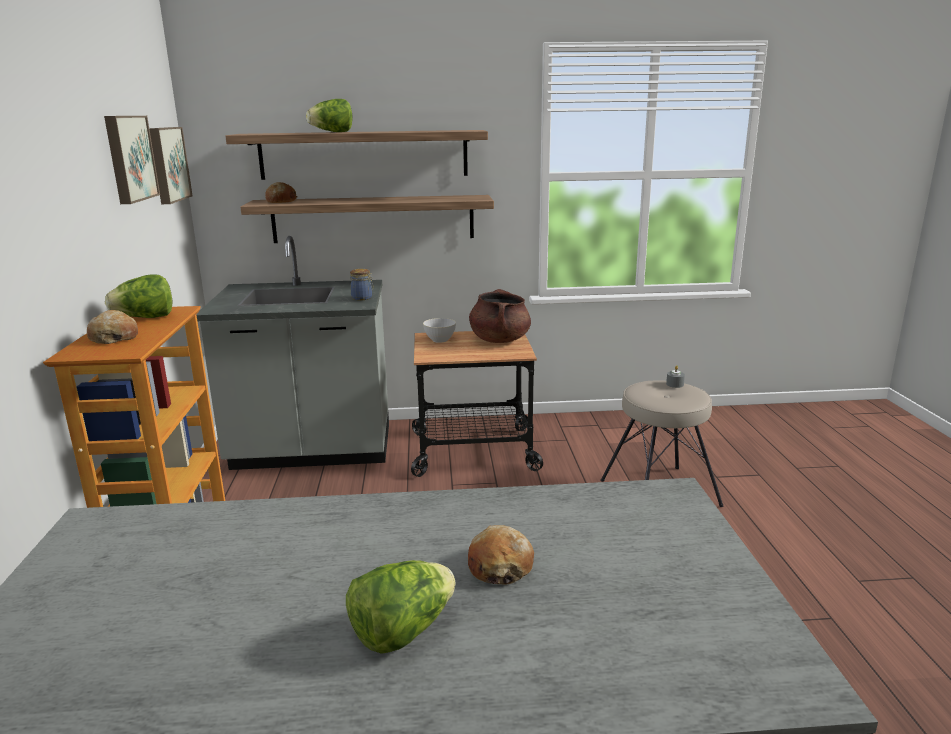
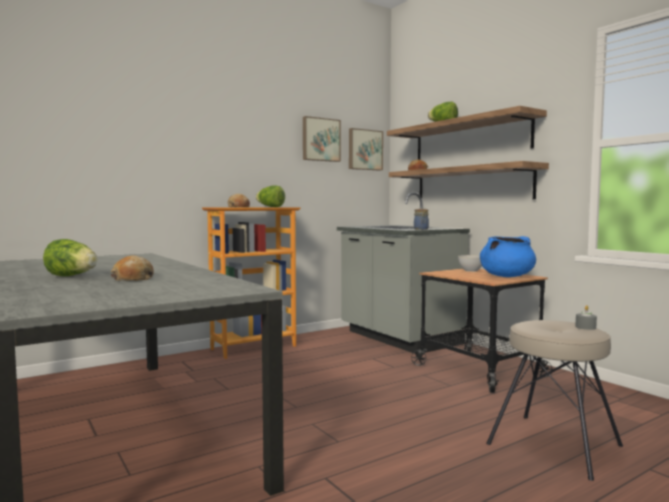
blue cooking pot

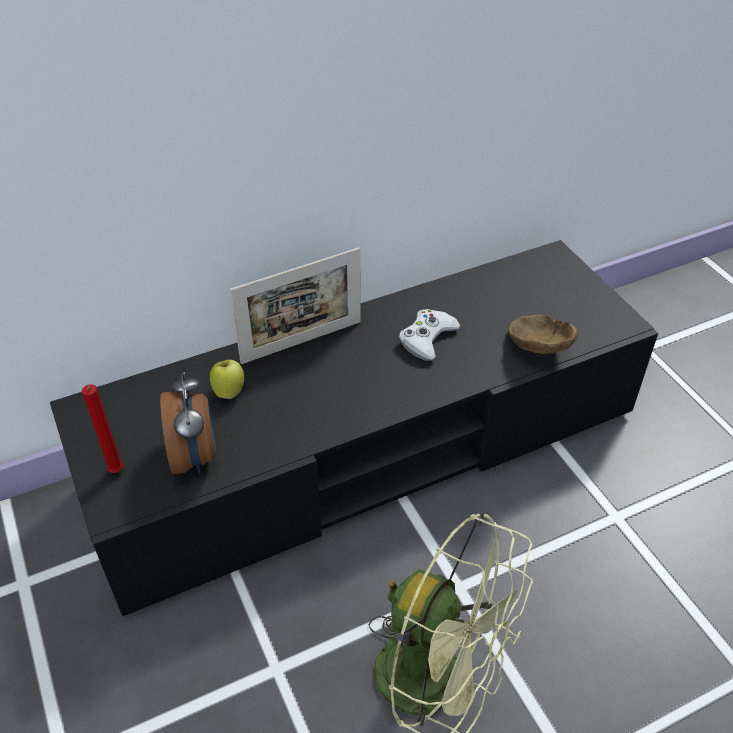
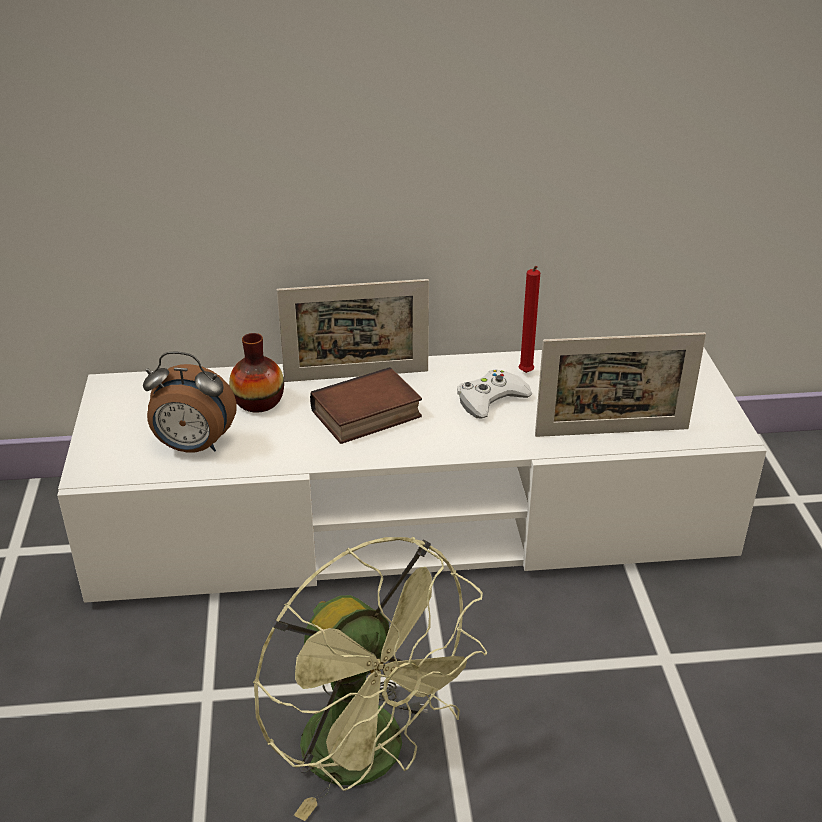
white tv stand
alarm clock
vase
book
red candle
picture frame (no. 2 from left)

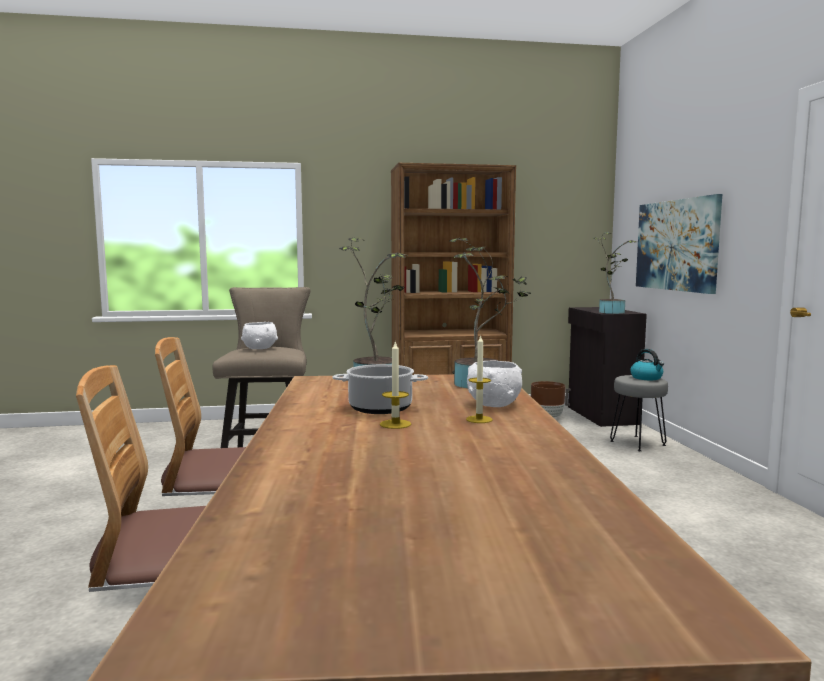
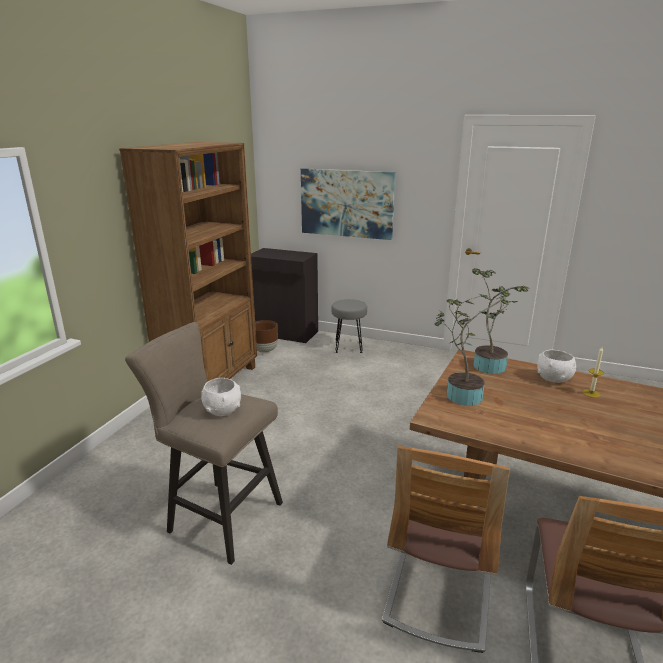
cooking pot
candle (no. 1 from left in the first image)
potted plant (no. 3 from left in the first image)
kettle

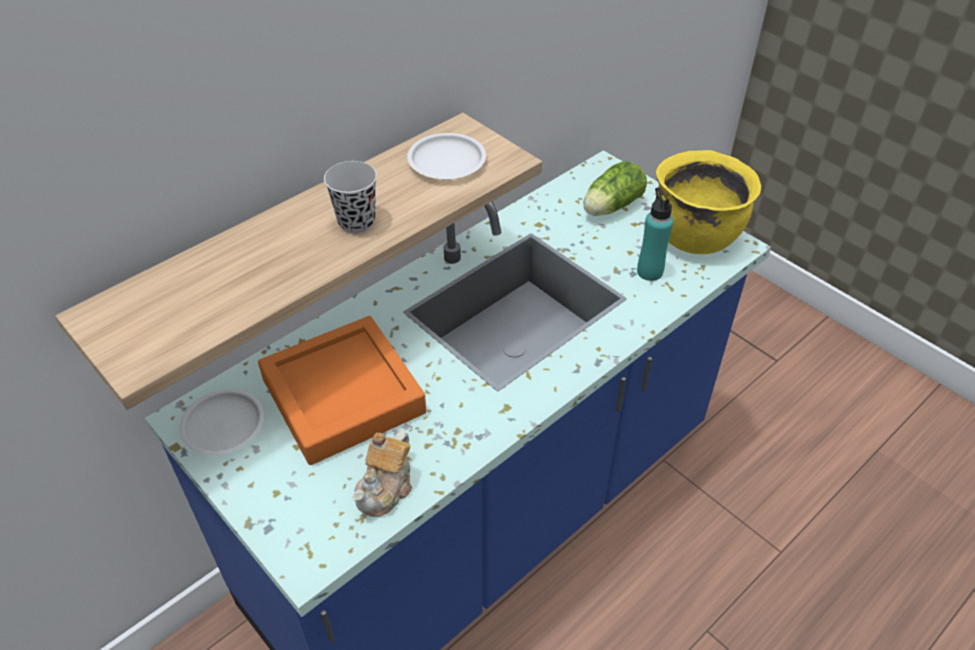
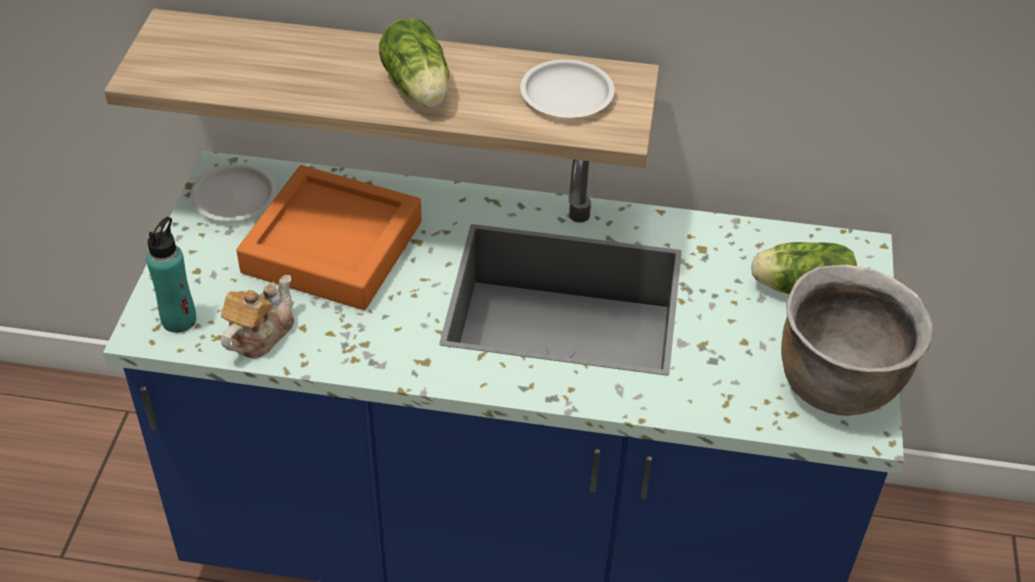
turquoise bottle
teapot
lettuce (no. 1 from left)
brown cooking pot

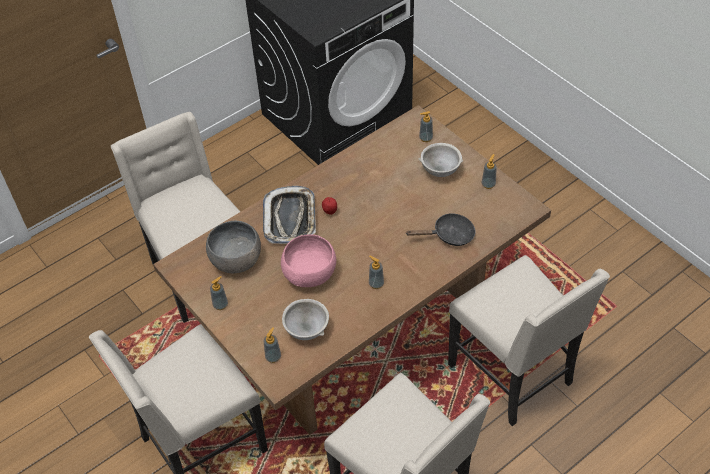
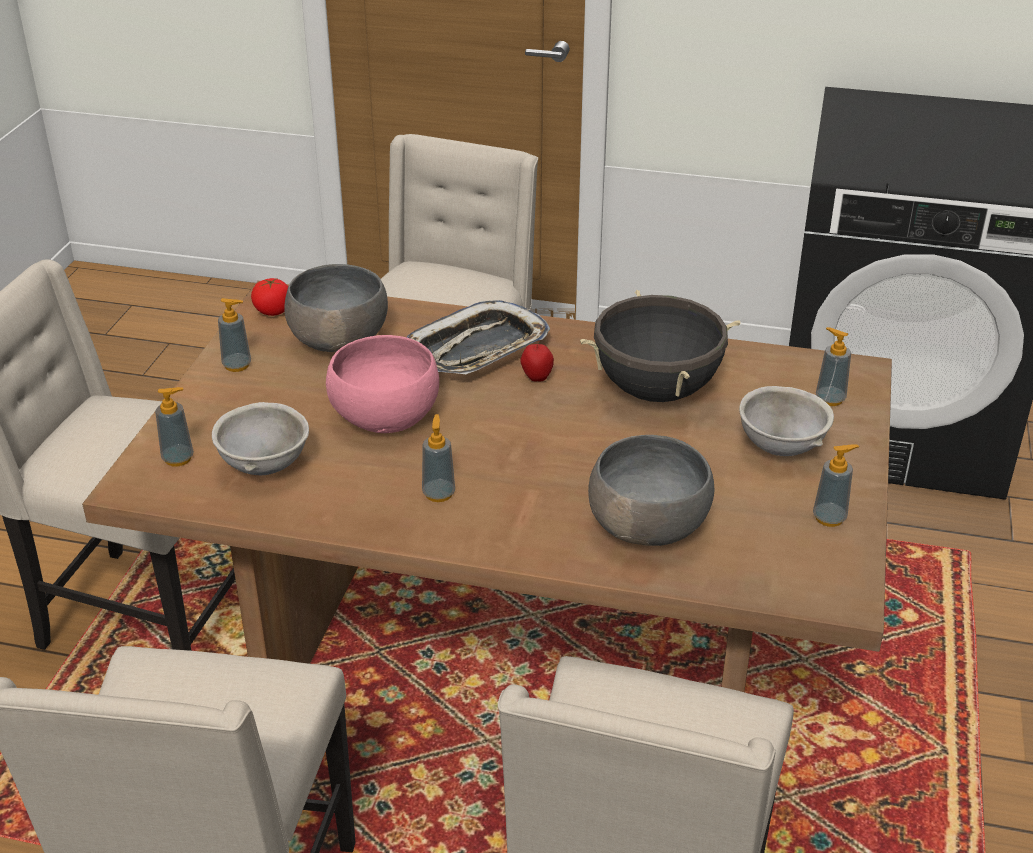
tomato
black cooking pot
grey bowl (no. 3 from left)

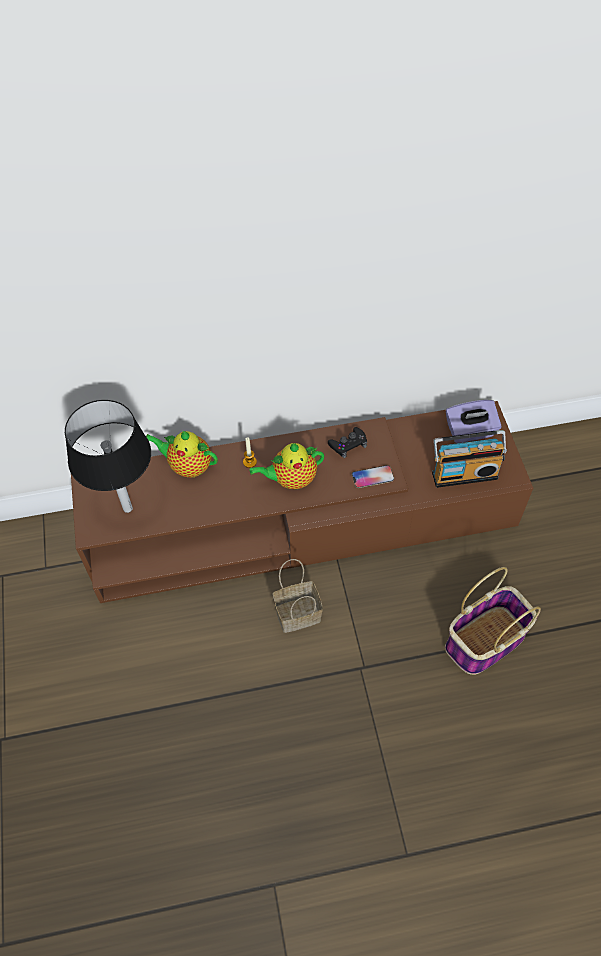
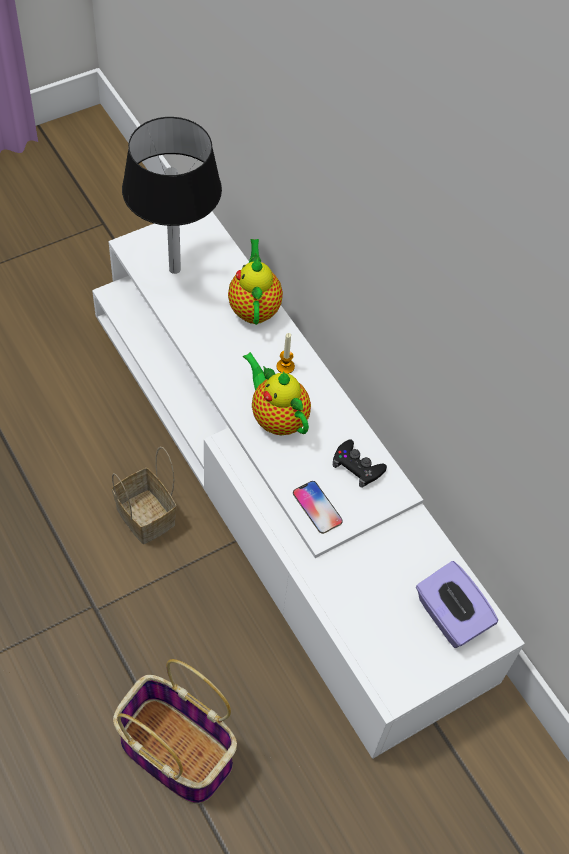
white tv stand
radio

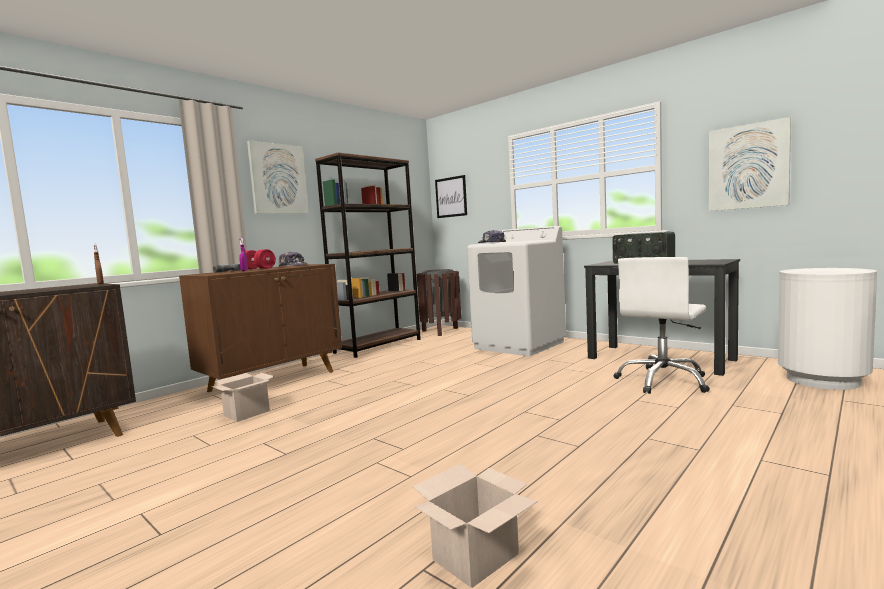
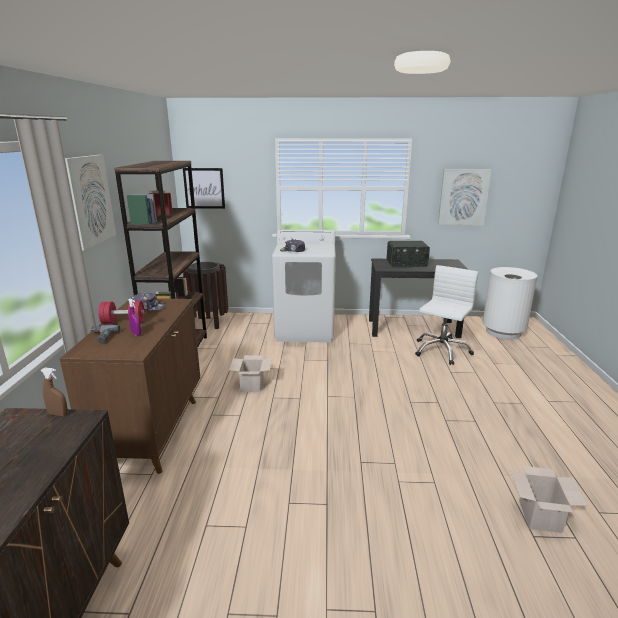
cardboard box (no. 1 from left)
white office chair

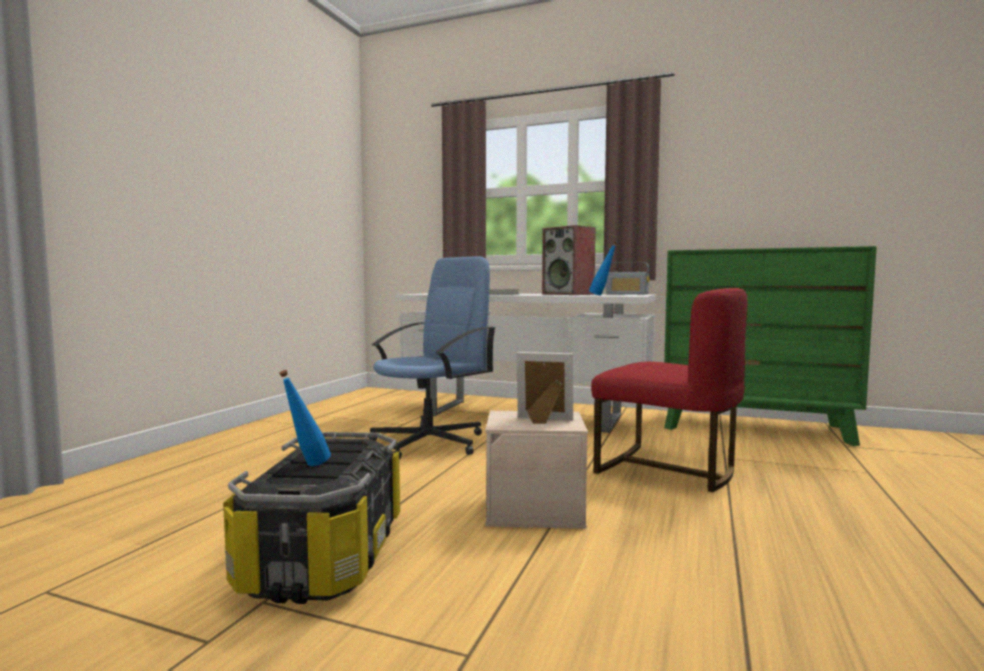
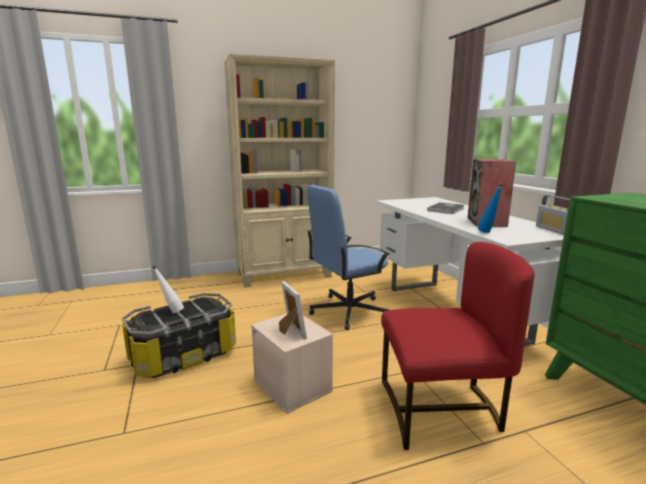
white bottle
beige bookcase
blue office chair
red chair

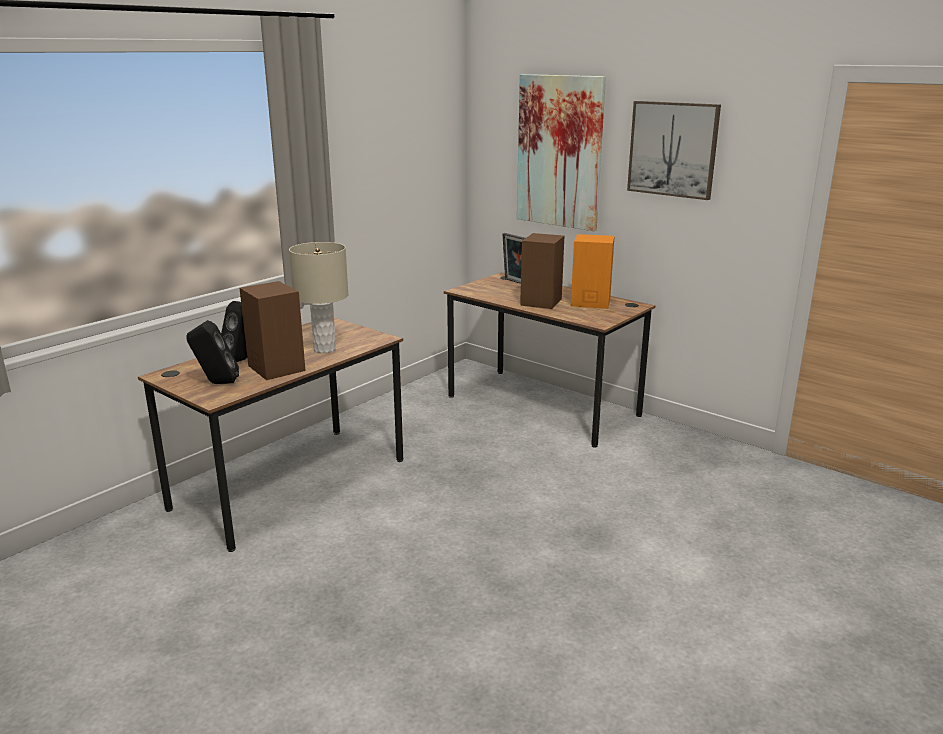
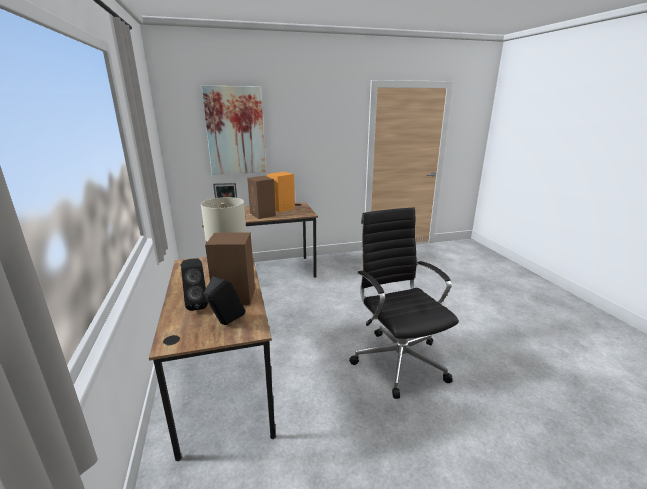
black office chair
picture (no. 2 from left in the first image)

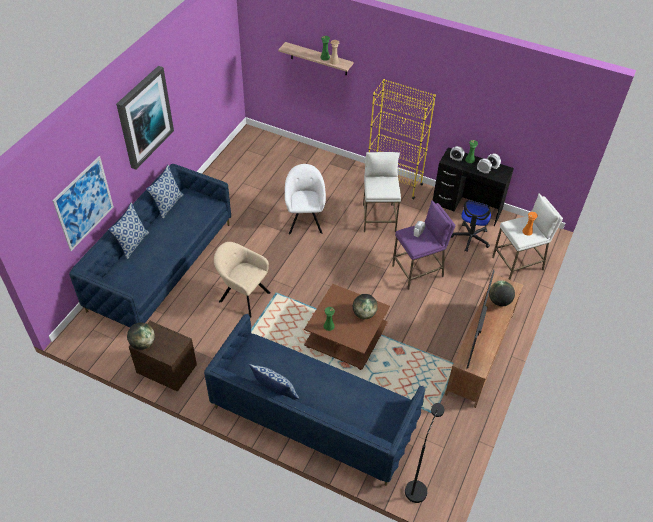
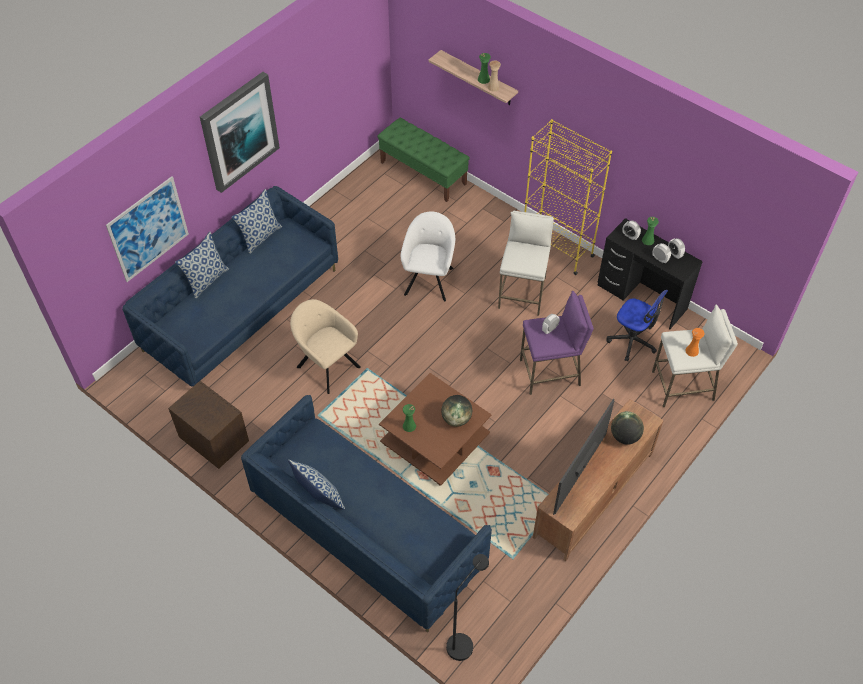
green bench
office chair
globe (no. 1 from left in the first image)

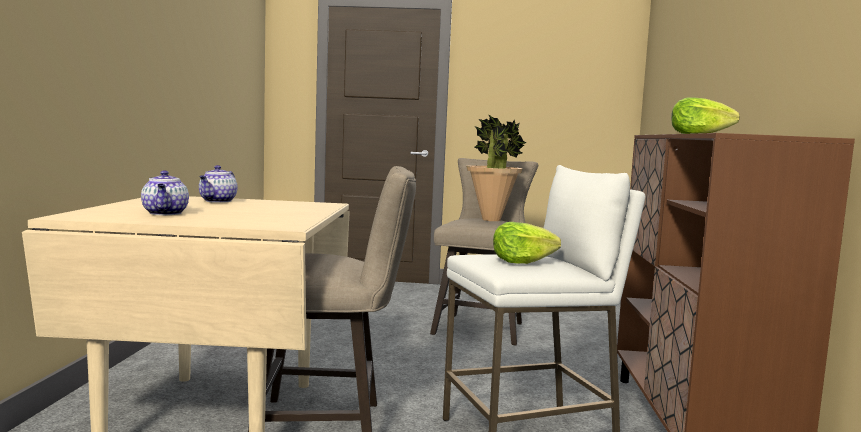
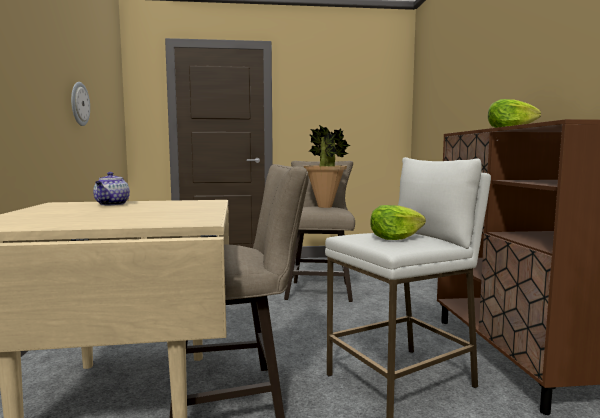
wall clock
teapot (no. 1 from left in the first image)

